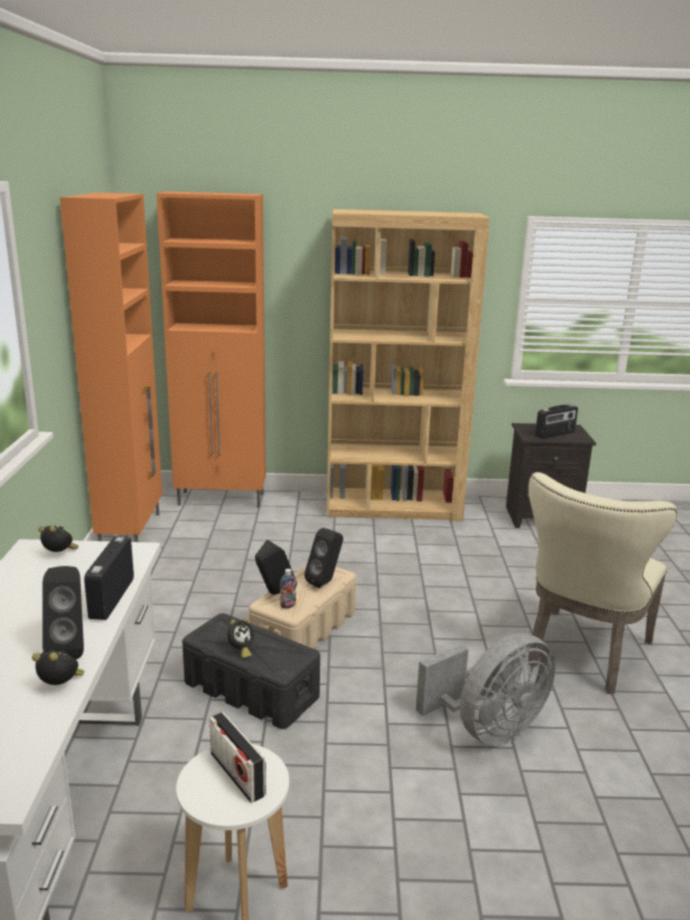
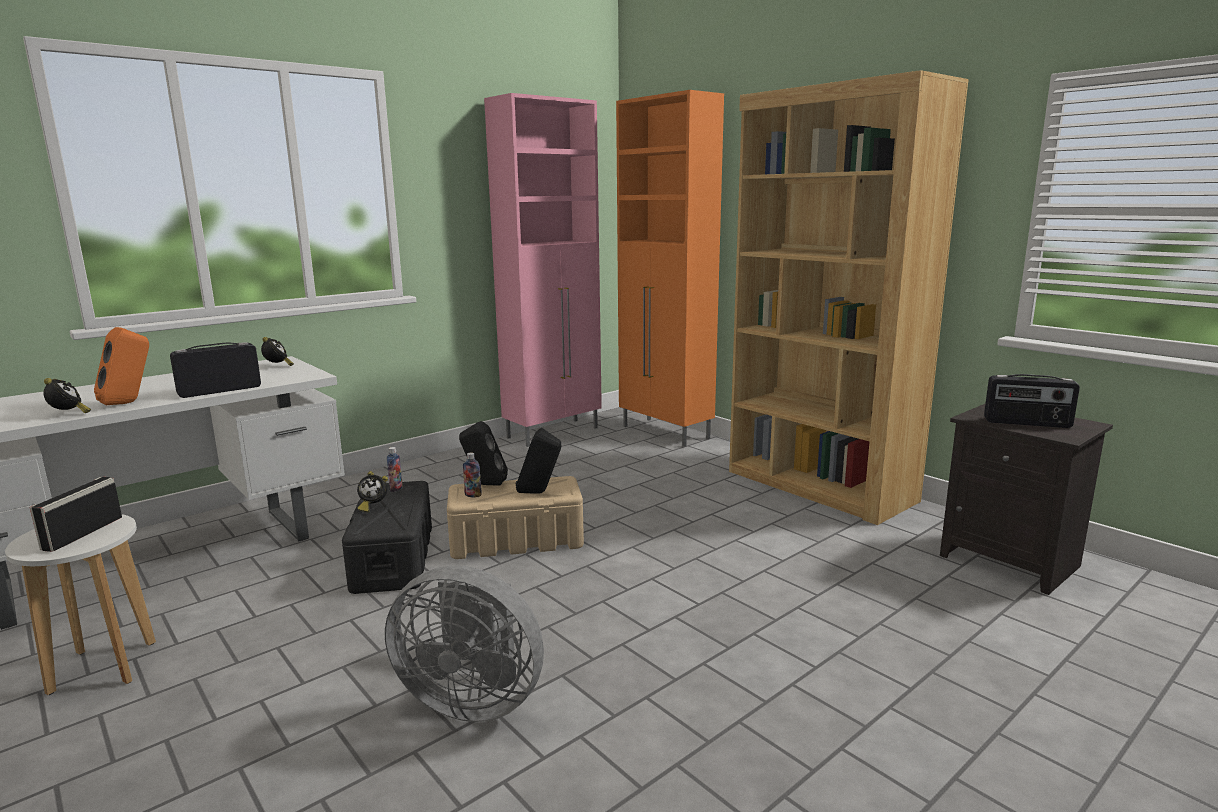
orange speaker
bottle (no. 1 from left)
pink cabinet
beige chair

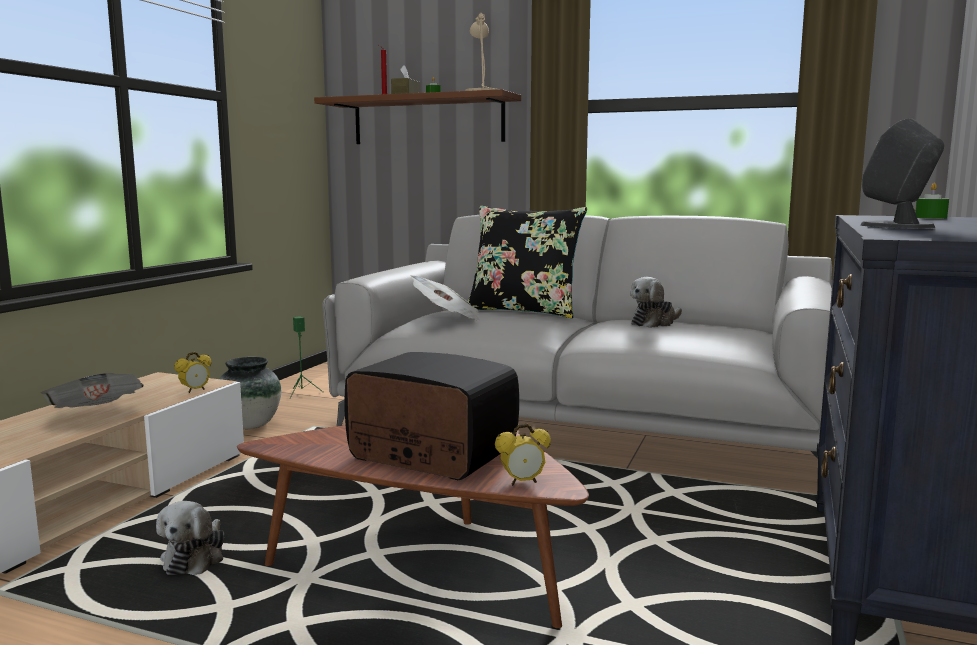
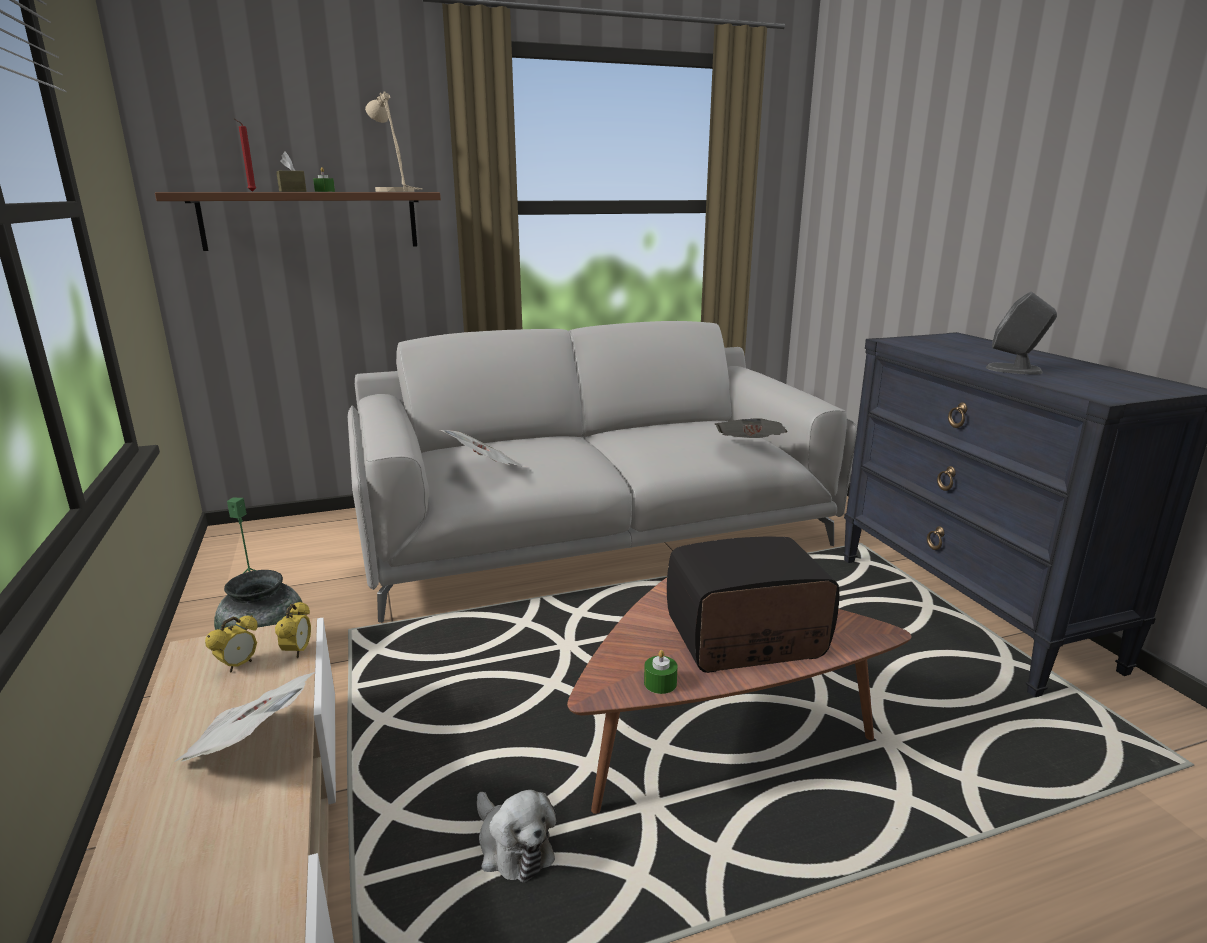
alarm clock (no. 1 from left)
green candle (no. 2 from left)
newspaper (no. 3 from left)
black pillow
plush toy (no. 2 from left in the first image)

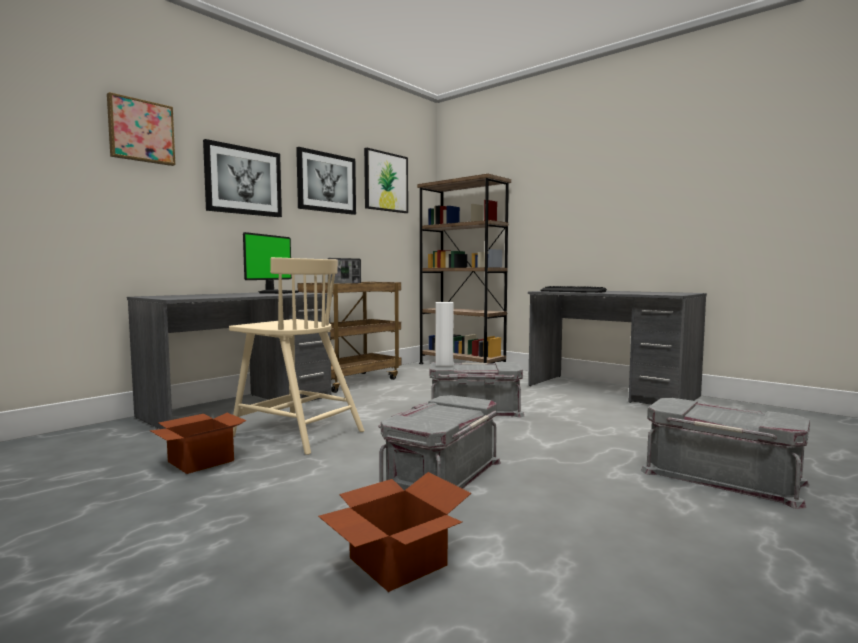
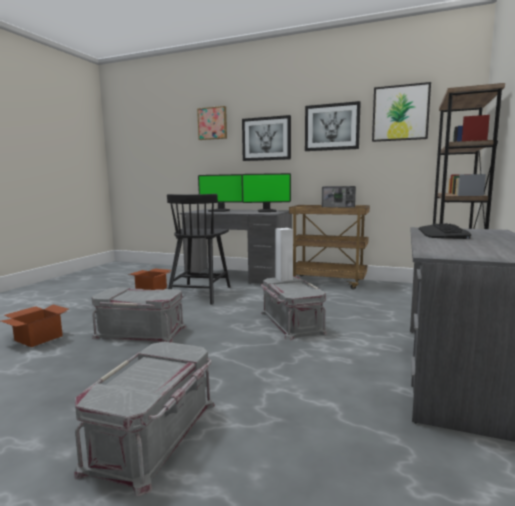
black chair
monitor (no. 1 from left)

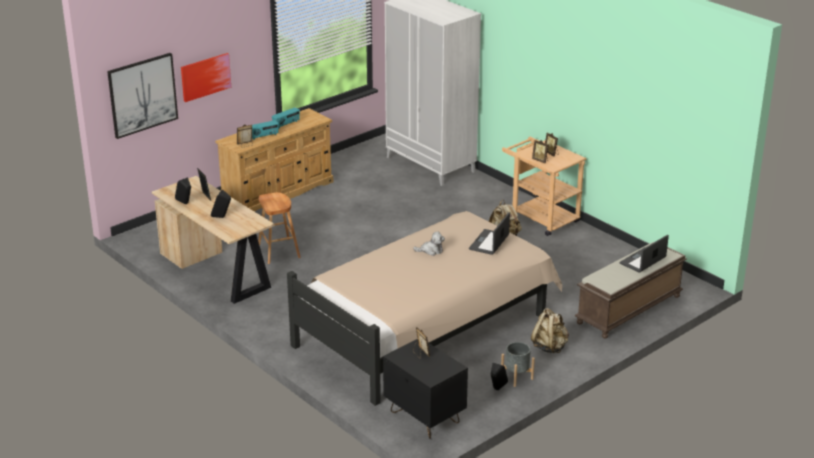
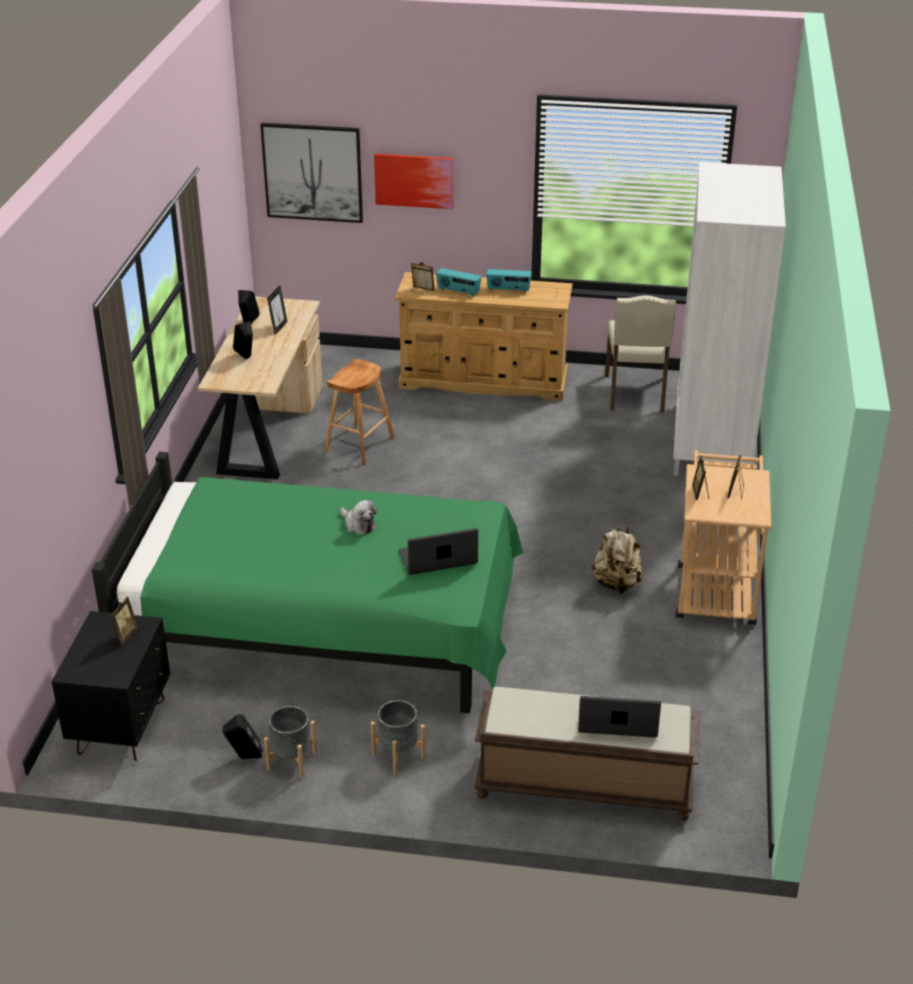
green bed
grey planter (no. 2 from left)
beige chair

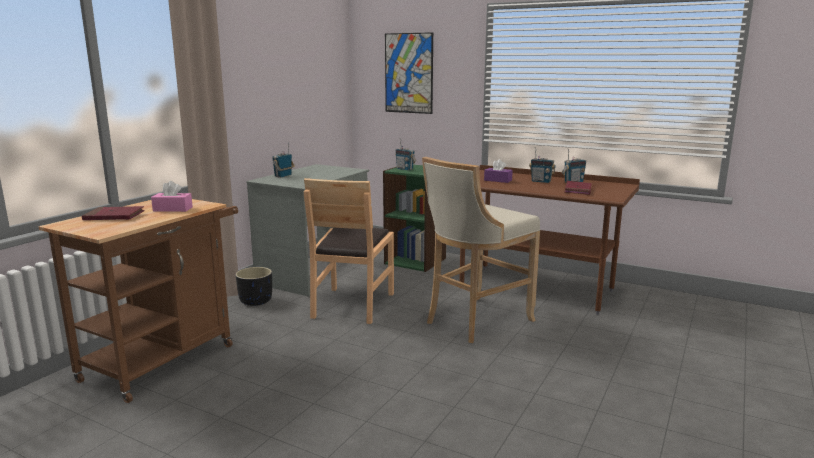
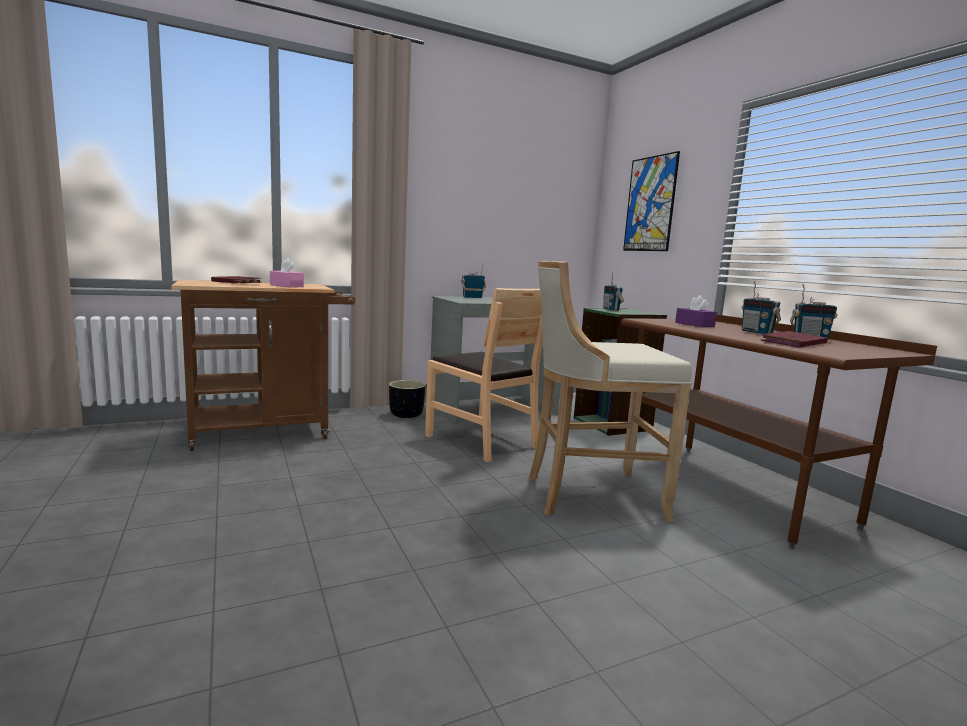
brown chair

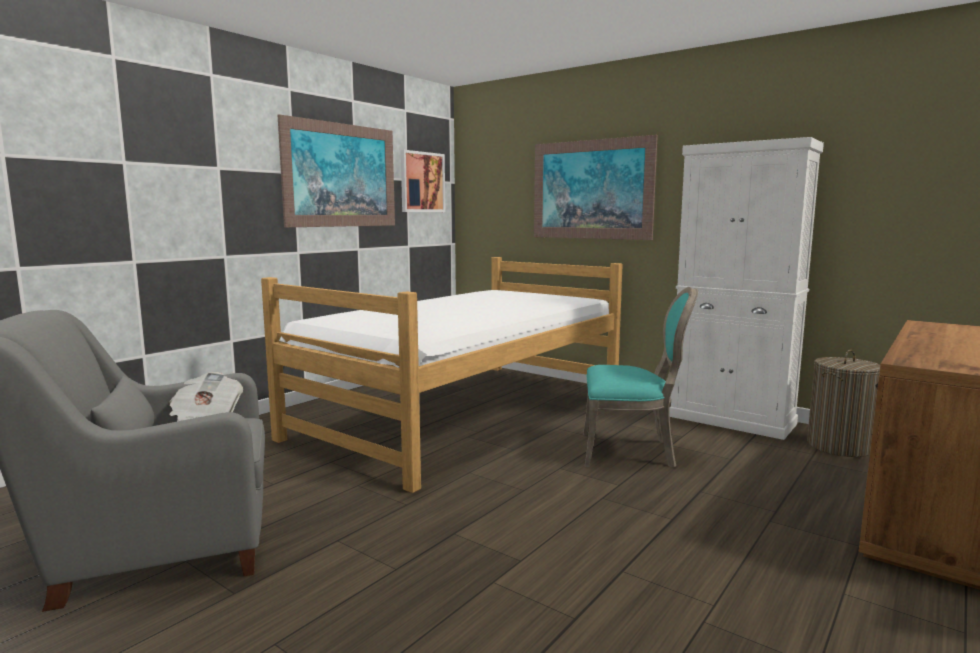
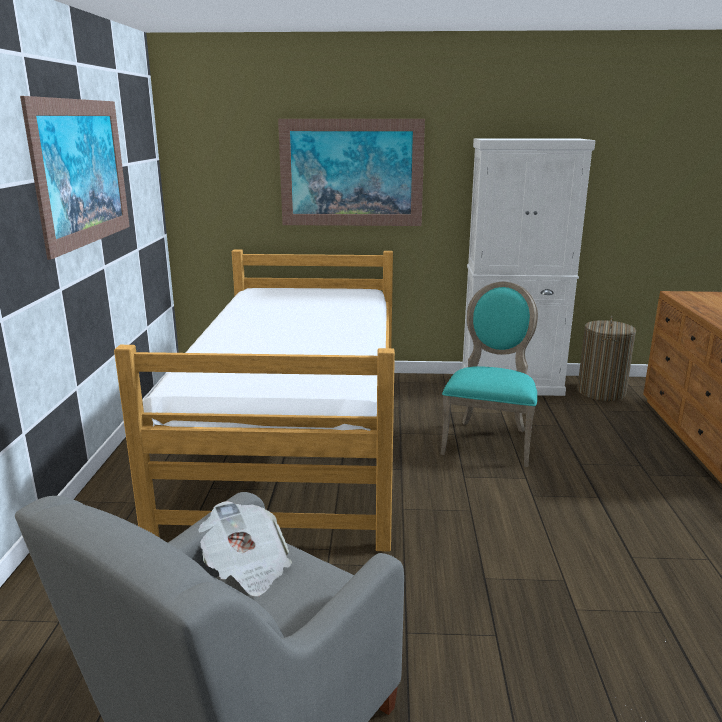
turquoise chair
picture (no. 2 from left in the first image)

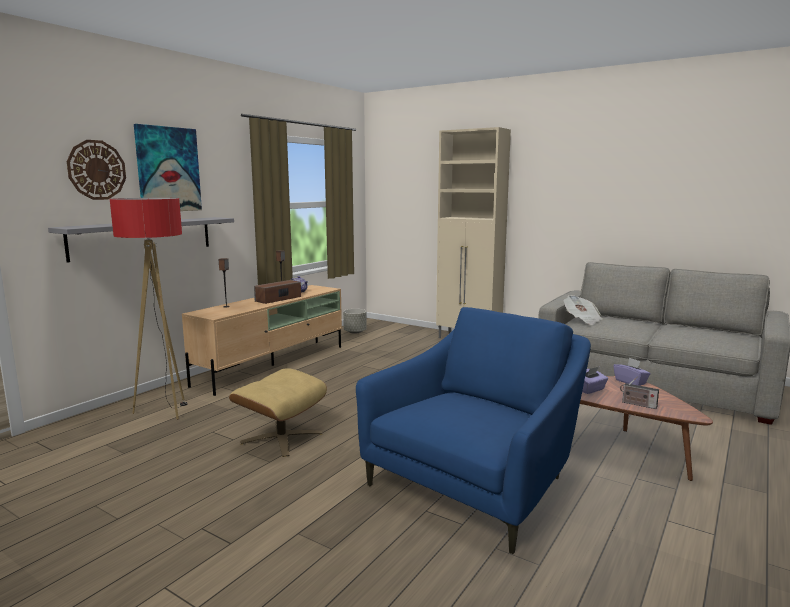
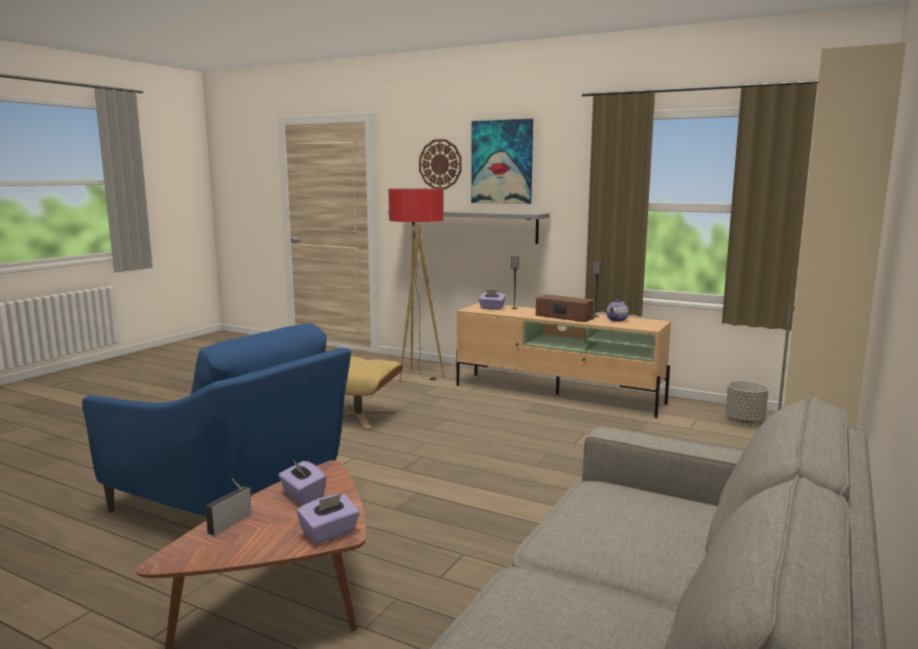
purple tissue box (no. 3 from left)
newspaper

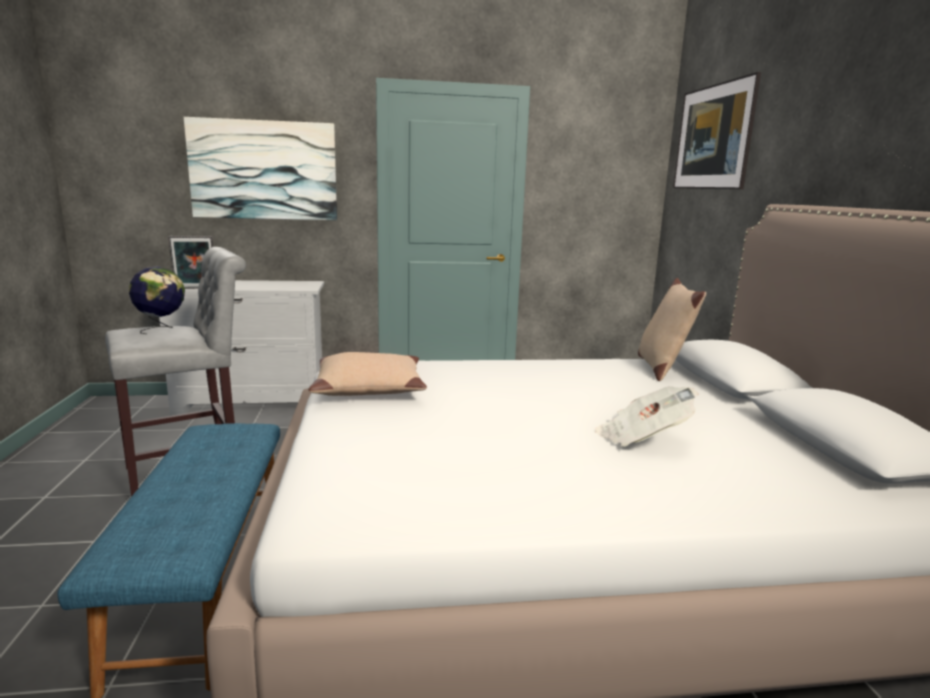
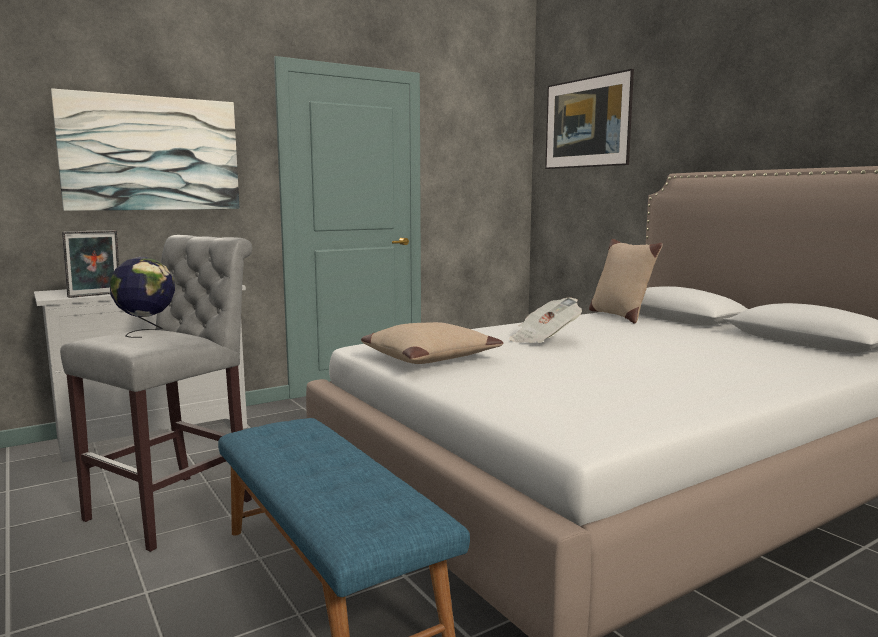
newspaper

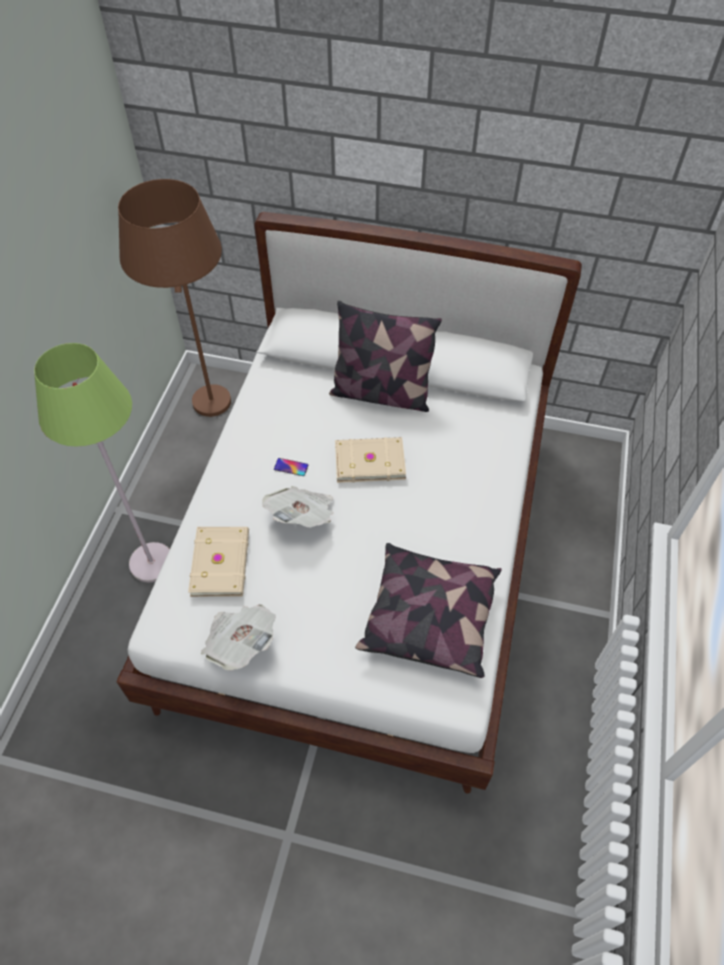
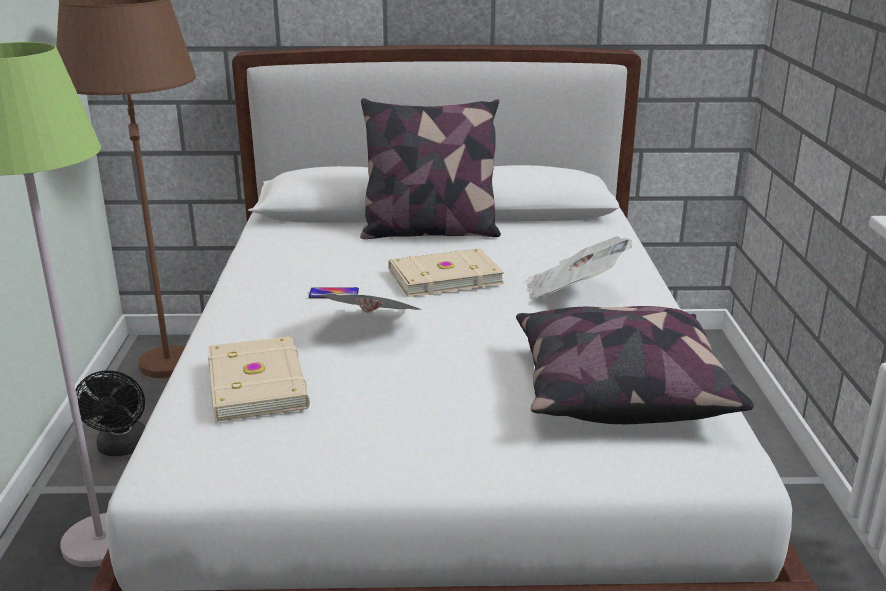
black fan
newspaper (no. 2 from left)

